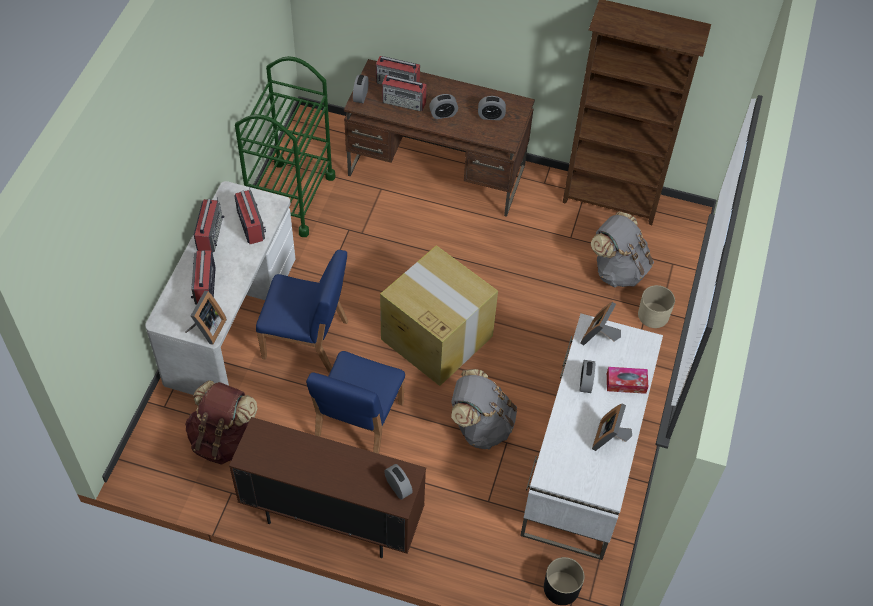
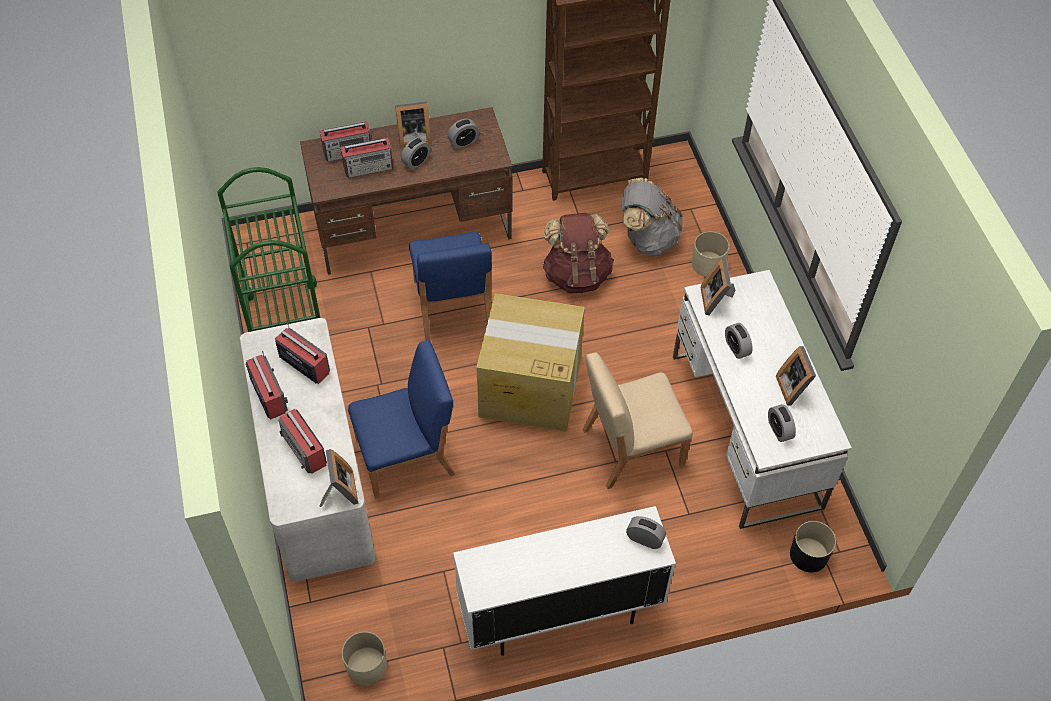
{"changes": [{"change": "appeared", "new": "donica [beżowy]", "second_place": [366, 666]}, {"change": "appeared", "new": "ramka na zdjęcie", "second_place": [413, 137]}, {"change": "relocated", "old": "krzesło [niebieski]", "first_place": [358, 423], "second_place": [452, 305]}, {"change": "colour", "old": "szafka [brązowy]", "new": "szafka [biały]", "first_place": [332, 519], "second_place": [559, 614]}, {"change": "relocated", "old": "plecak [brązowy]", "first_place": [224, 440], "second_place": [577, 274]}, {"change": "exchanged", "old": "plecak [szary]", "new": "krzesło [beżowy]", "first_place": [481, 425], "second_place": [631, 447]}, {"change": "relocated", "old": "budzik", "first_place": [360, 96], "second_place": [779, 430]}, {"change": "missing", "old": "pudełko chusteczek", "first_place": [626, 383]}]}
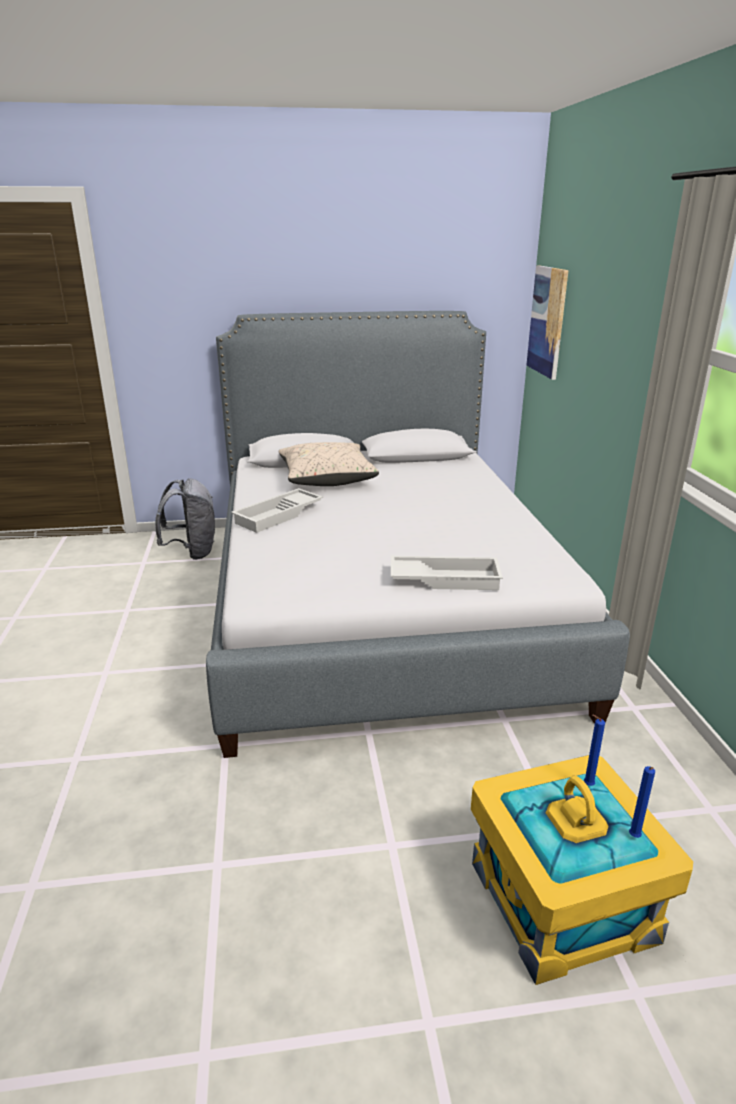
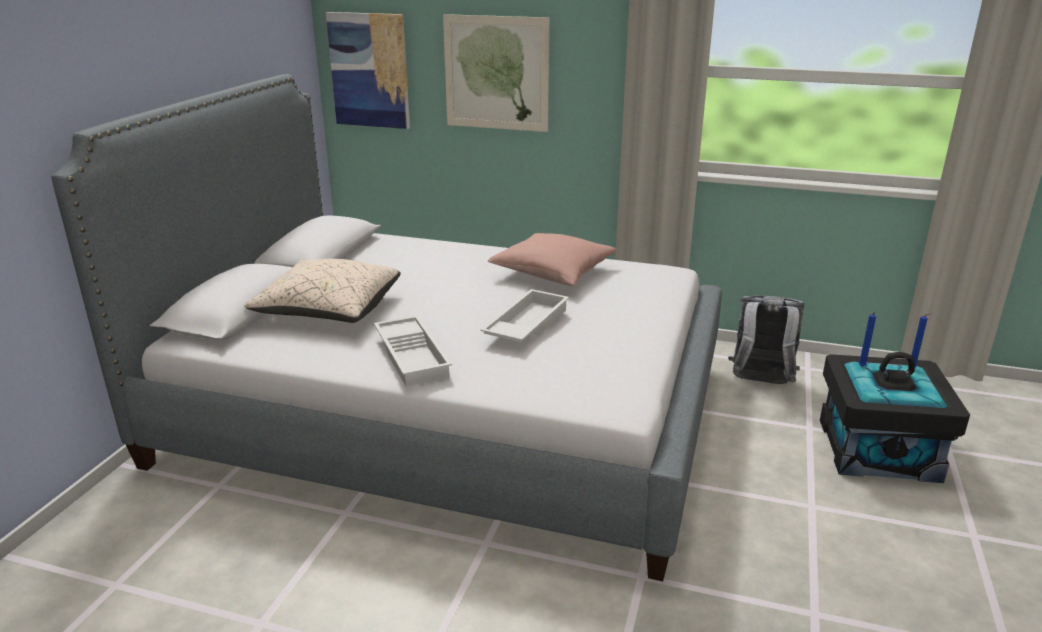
{"changes": [{"change": "appeared", "new": "obraz", "second_place": [496, 73]}, {"change": "relocated", "old": "taca [biały]", "first_place": [445, 578], "second_place": [525, 325]}, {"change": "appeared", "new": "poduszka [różowy]", "second_place": [552, 273]}, {"change": "relocated", "old": "plecak [szary]", "first_place": [192, 552], "second_place": [760, 383]}, {"change": "colour", "old": "pojemnik do przechowywania [żółty]", "new": "pojemnik do przechowywania [czarny]", "first_place": [563, 901], "second_place": [878, 449]}]}
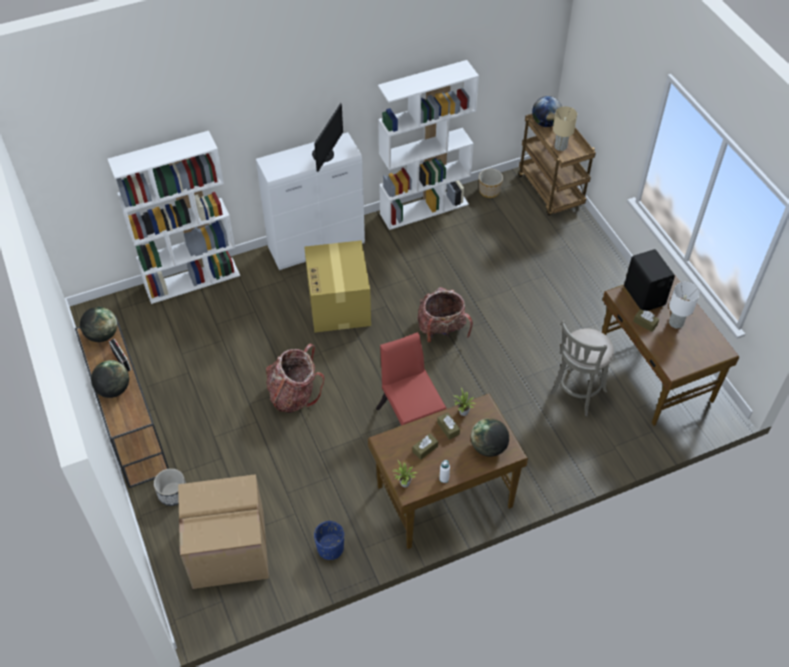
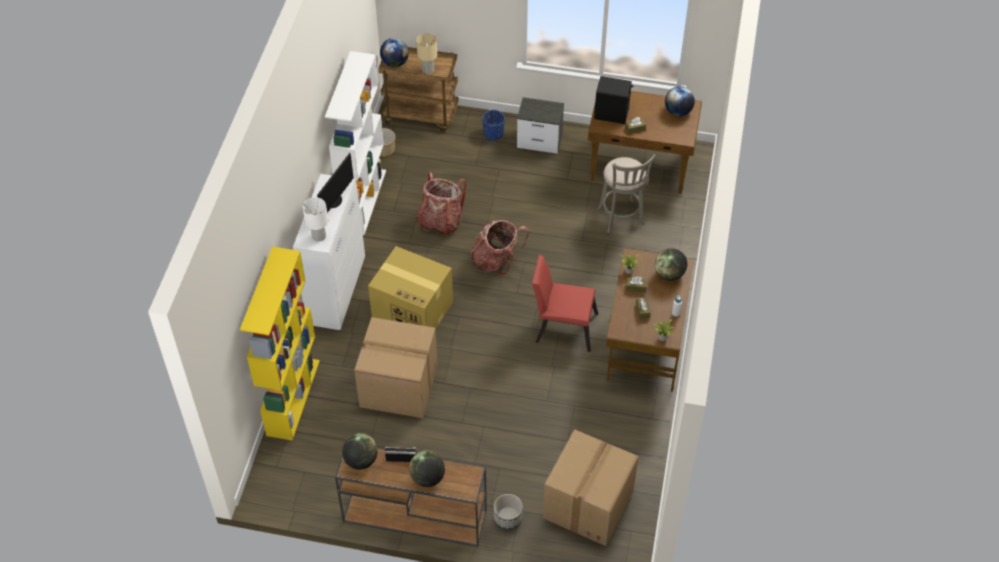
{"changes": [{"change": "colour", "old": "regał [biały]", "new": "regał [żółty]", "first_place": [192, 280], "second_place": [293, 397]}, {"change": "relocated", "old": "lampa stołowa [biały]", "first_place": [676, 322], "second_place": [318, 236]}, {"change": "spun", "old": "monitor", "first_place": [325, 155], "second_place": [333, 201], "degrees": 60}, {"change": "appeared", "new": "karton", "second_place": [397, 386]}, {"change": "relocated", "old": "plecak", "first_place": [294, 395], "second_place": [440, 221]}, {"change": "relocated", "old": "donica [niebieski]", "first_place": [330, 548], "second_place": [493, 134]}, {"change": "appeared", "new": "szafka nocna", "second_place": [540, 141]}, {"change": "appeared", "new": "globus", "second_place": [678, 111]}]}
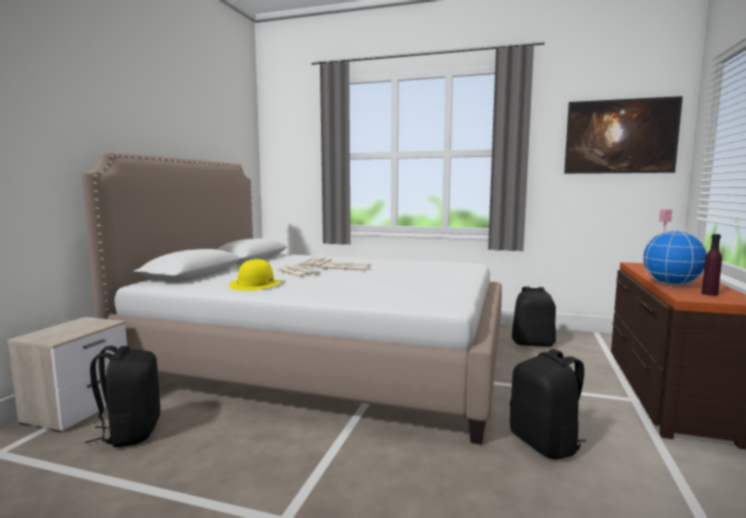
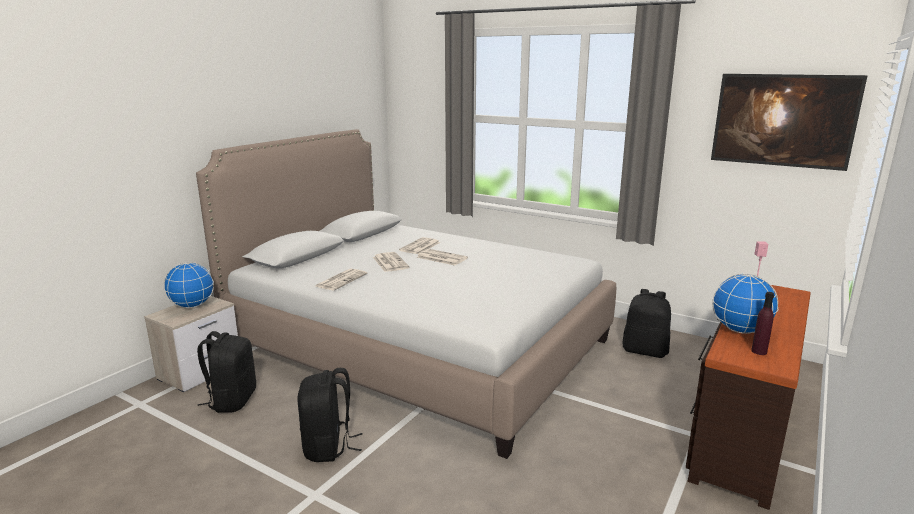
{"changes": [{"change": "appeared", "new": "globus", "second_place": [192, 306]}, {"change": "relocated", "old": "plecak [czarny]", "first_place": [545, 444], "second_place": [329, 447]}, {"change": "exchanged", "old": "kapelusz [żółty]", "new": "gazeta", "first_place": [256, 284], "second_place": [341, 280]}]}
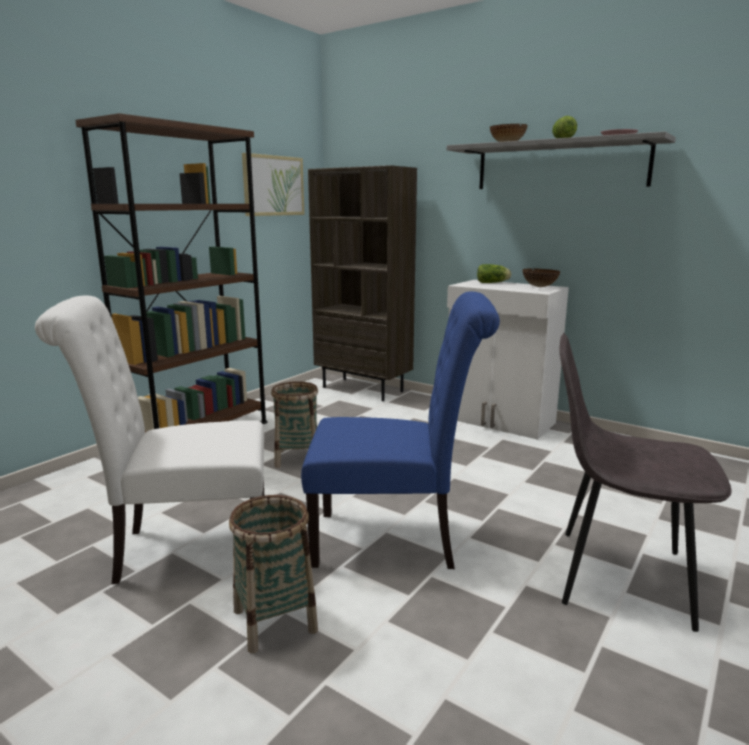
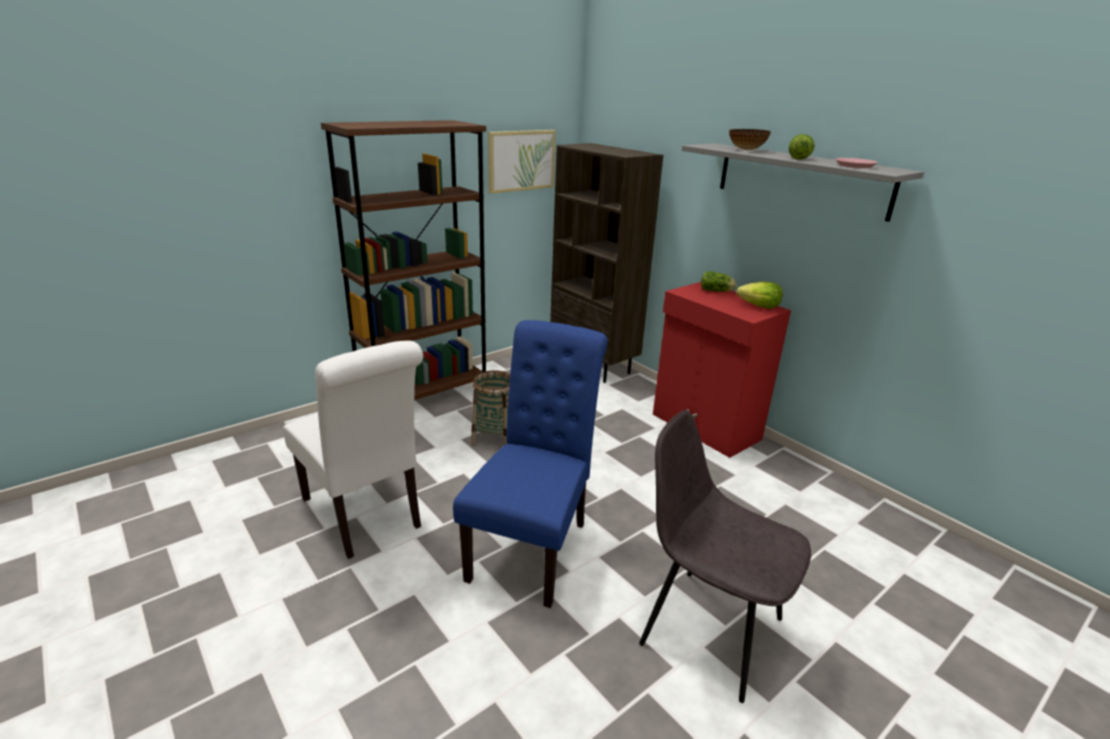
{"changes": [{"change": "spun", "old": "krzesło [biały]", "first_place": [183, 549], "second_place": [365, 516], "degrees": -135}, {"change": "spun", "old": "krzesło [niebieski]", "first_place": [395, 540], "second_place": [533, 545], "degrees": -90}, {"change": "colour", "old": "szafka [biały]", "new": "szafka [czerwony]", "first_place": [499, 421], "second_place": [705, 427]}, {"change": "exchanged", "old": "miska", "new": "sałata", "first_place": [540, 287], "second_place": [759, 306]}, {"change": "missing", "old": "koszyk", "first_place": [275, 620]}]}
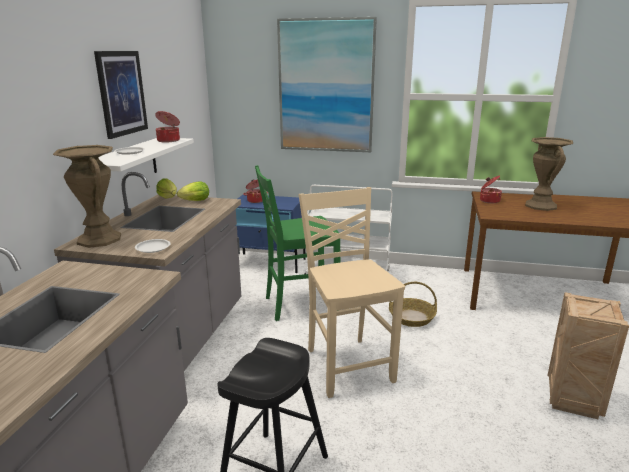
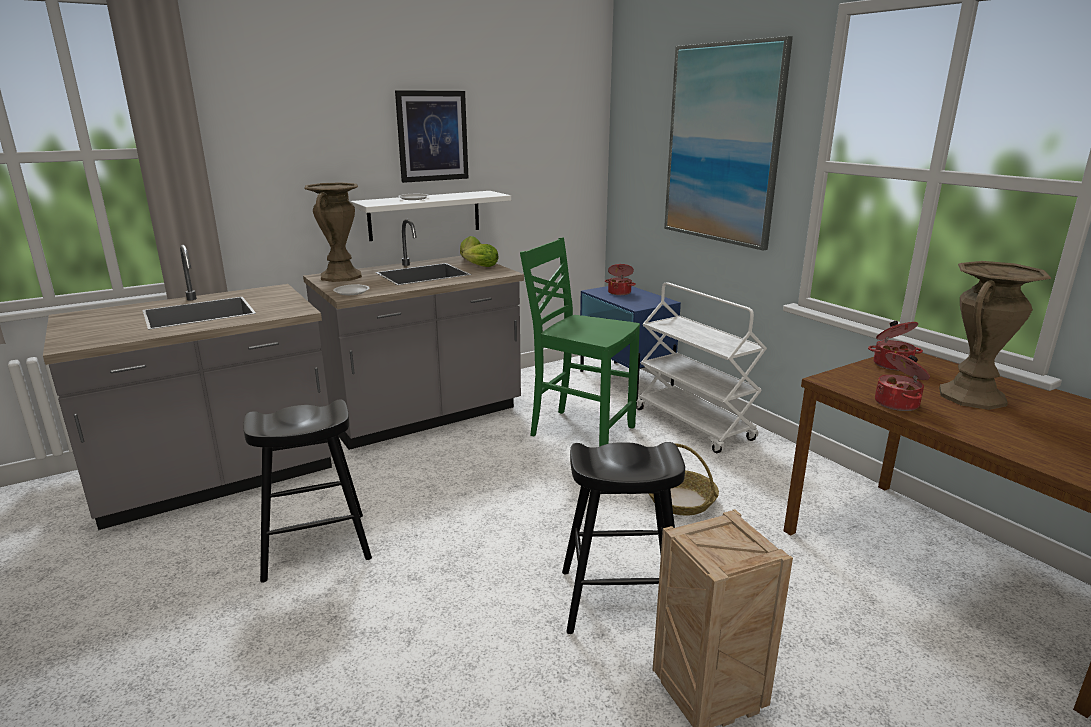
{"changes": [{"change": "appeared", "new": "stołek [czarny]", "second_place": [621, 600]}, {"change": "relocated", "old": "garnek", "first_place": [169, 140], "second_place": [898, 403]}, {"change": "missing", "old": "krzesło [beżowy]", "first_place": [348, 364]}]}
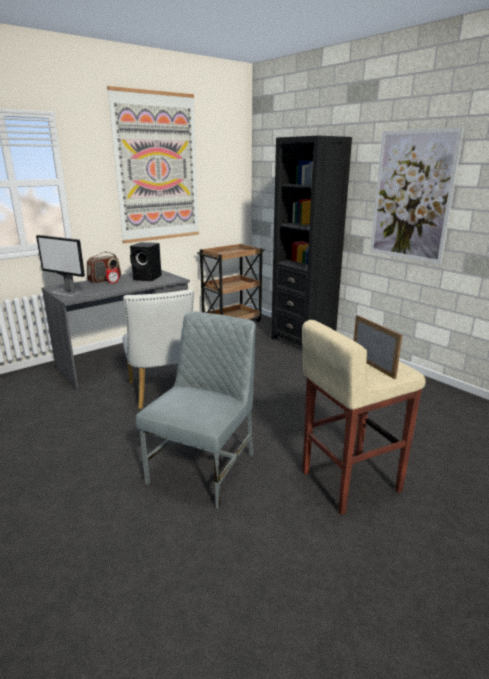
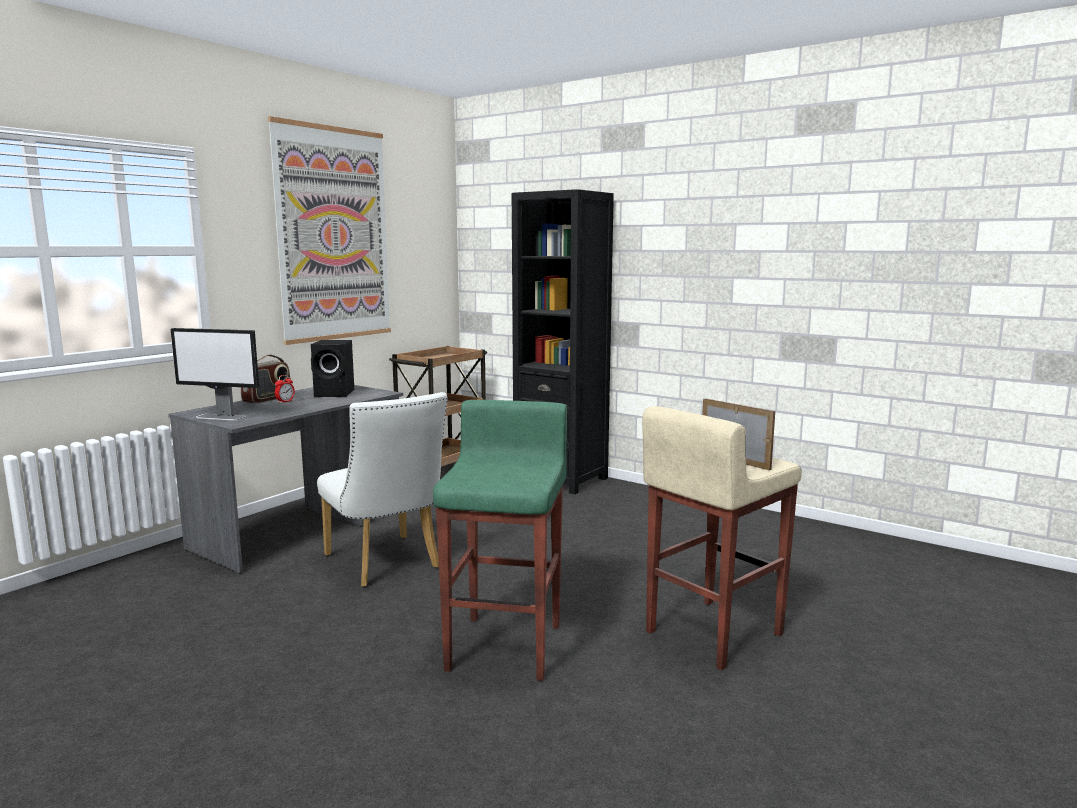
{"changes": [{"change": "exchanged", "old": "krzesło [szary]", "new": "stołek [zielony]", "first_place": [204, 468], "second_place": [507, 645]}, {"change": "missing", "old": "obraz", "first_place": [412, 196]}]}
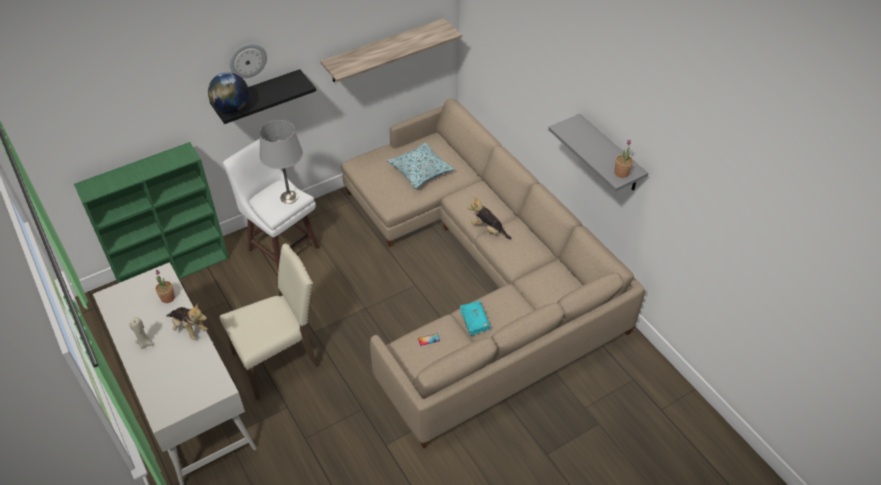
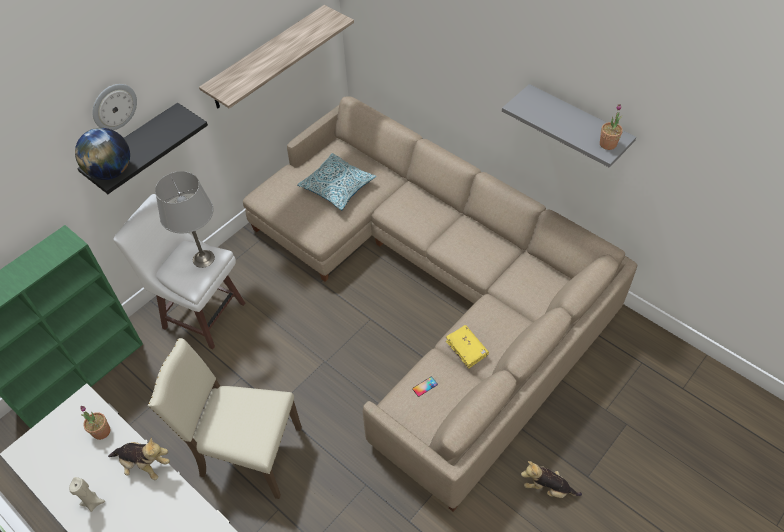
{"changes": [{"change": "spun", "old": "krzesło [beżowy]", "first_place": [279, 360], "second_place": [248, 453], "degrees": -120}, {"change": "colour", "old": "książka [turkusowy]", "new": "książka [żółty]", "first_place": [475, 321], "second_place": [466, 349]}, {"change": "relocated", "old": "pluszak", "first_place": [488, 230], "second_place": [547, 488]}]}
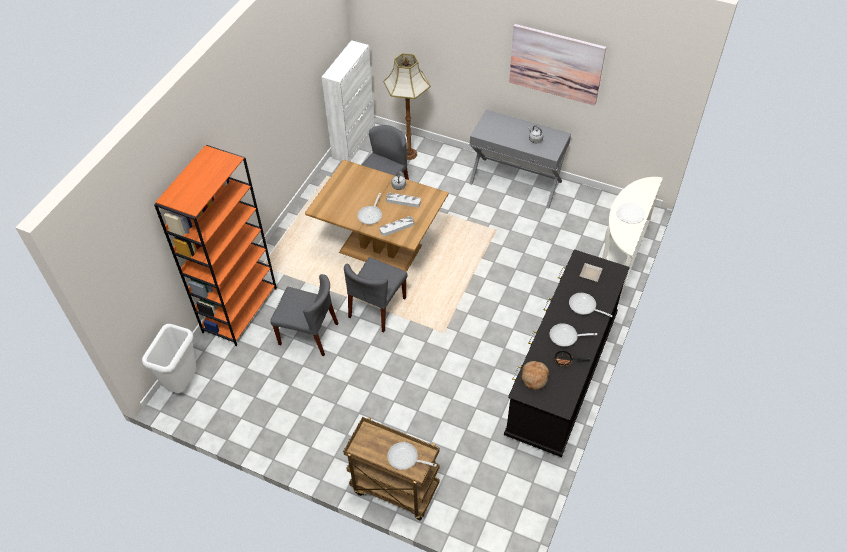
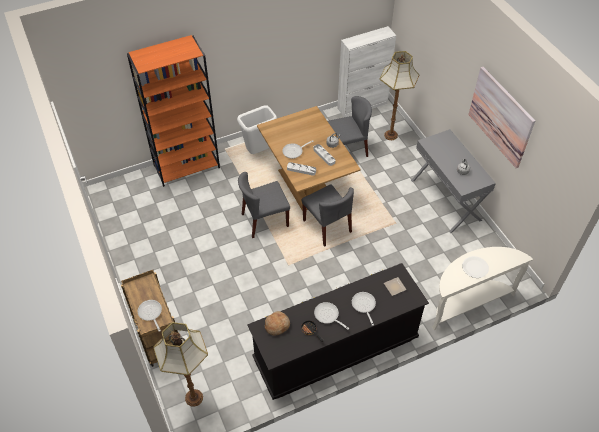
{"changes": [{"change": "appeared", "new": "lampa stojąca", "second_place": [194, 397]}, {"change": "relocated", "old": "kosz na śmieci [biały]", "first_place": [183, 383], "second_place": [259, 151]}, {"change": "relocated", "old": "krzesło [szary]", "first_place": [309, 334], "second_place": [327, 226]}]}
